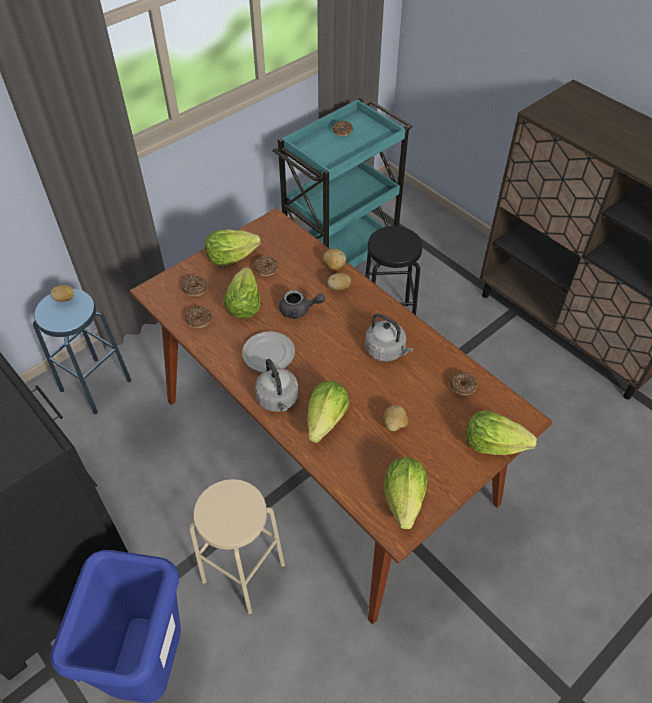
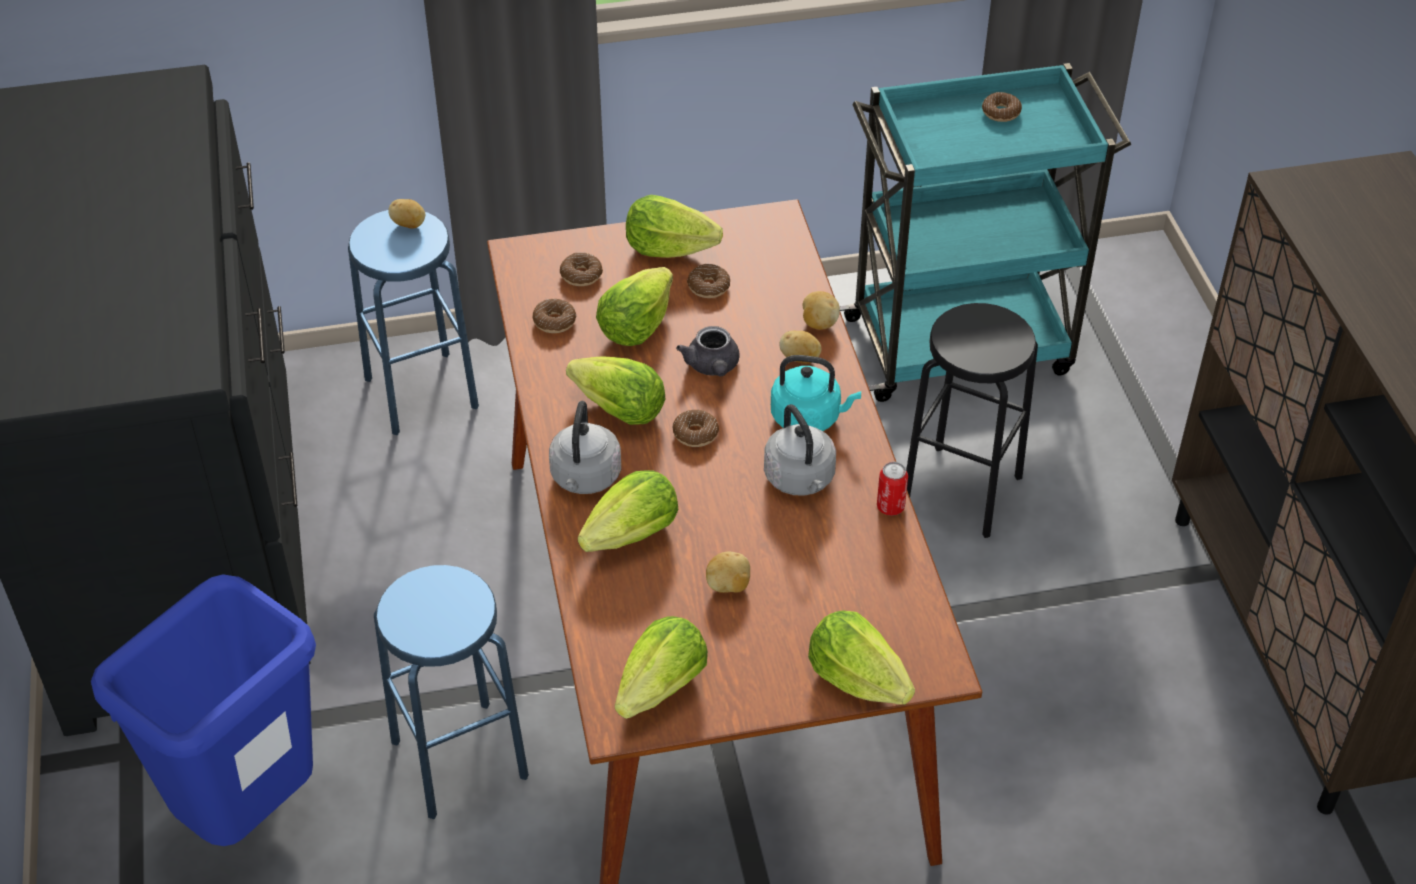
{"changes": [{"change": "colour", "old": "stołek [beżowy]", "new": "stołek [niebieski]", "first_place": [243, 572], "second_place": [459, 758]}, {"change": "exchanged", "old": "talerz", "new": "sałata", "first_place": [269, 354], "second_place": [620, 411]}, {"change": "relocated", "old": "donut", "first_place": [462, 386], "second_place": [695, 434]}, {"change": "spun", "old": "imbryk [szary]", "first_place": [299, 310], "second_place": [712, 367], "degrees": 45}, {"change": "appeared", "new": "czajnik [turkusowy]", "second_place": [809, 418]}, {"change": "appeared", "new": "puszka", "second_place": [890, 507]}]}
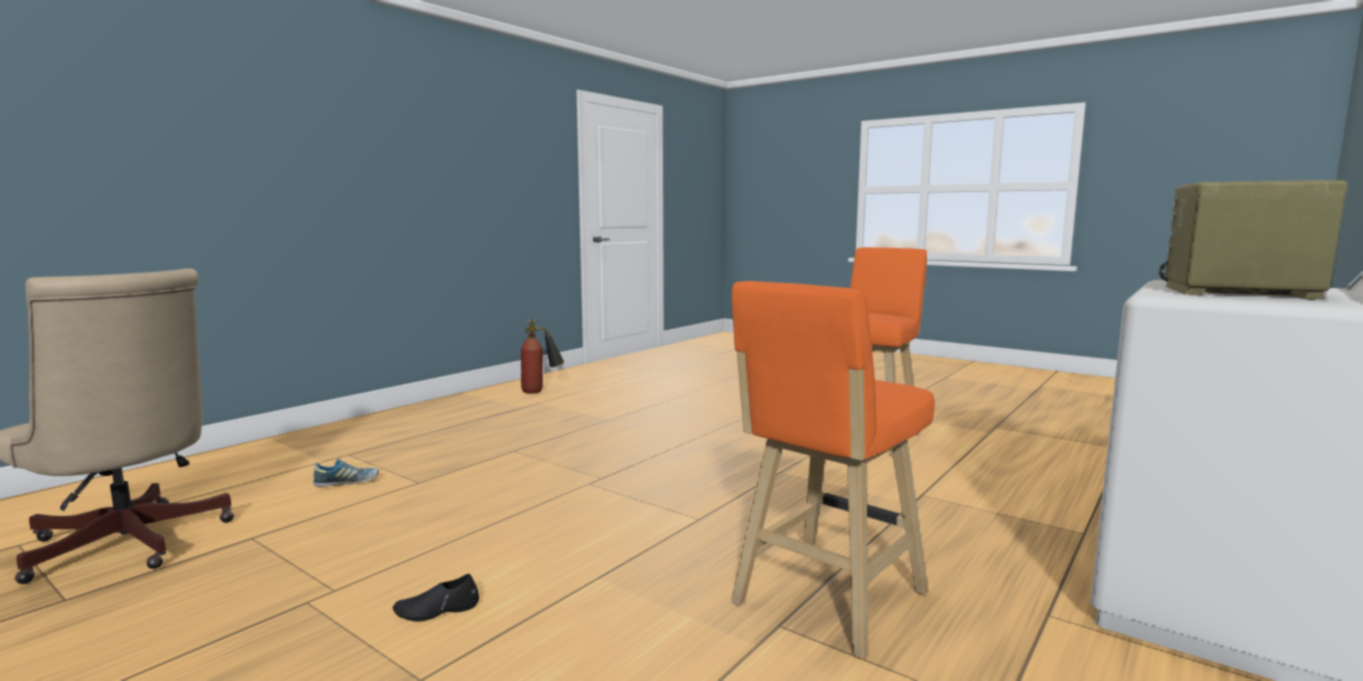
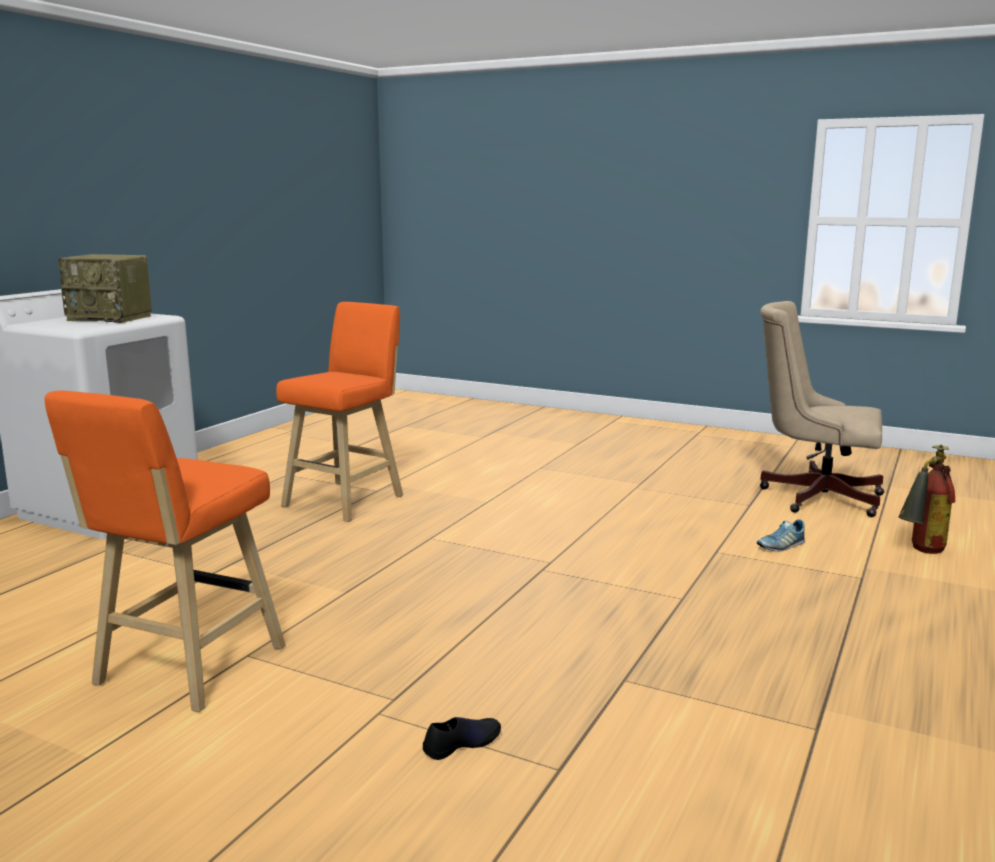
{"changes": [{"change": "relocated", "old": "but [czarny]", "first_place": [437, 610], "second_place": [462, 743]}, {"change": "relocated", "old": "gaśnica", "first_place": [541, 391], "second_place": [920, 552]}]}
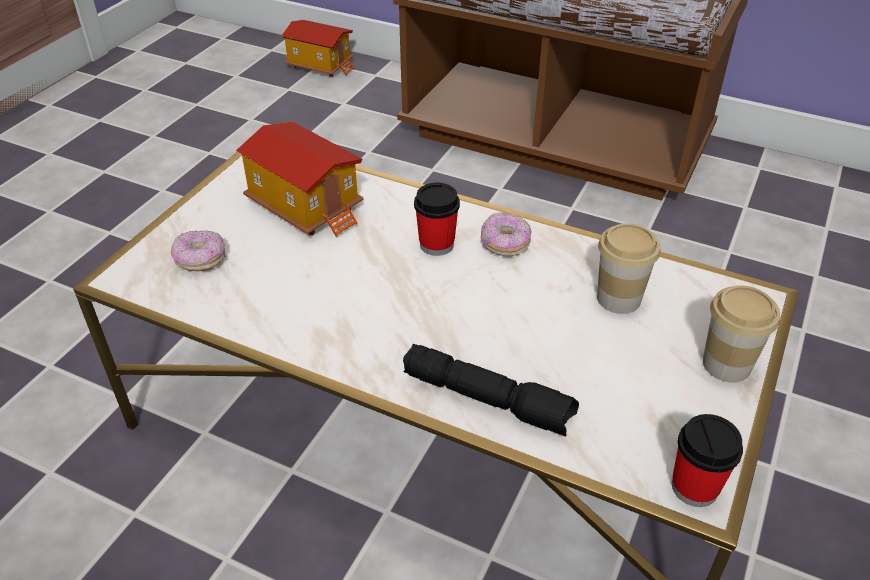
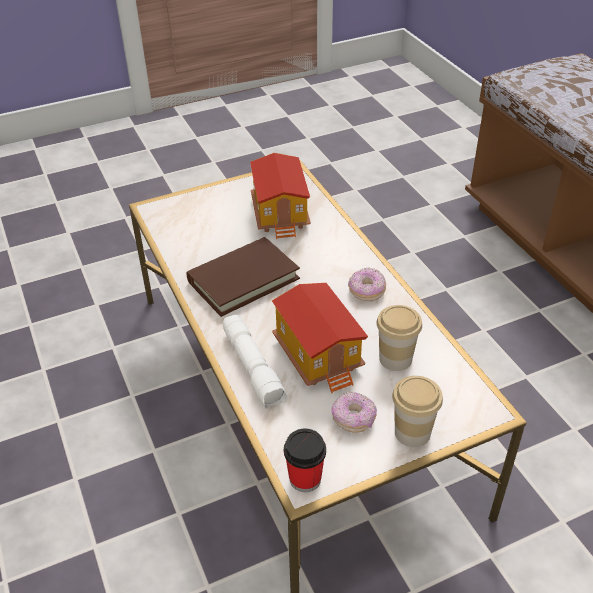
{"changes": [{"change": "appeared", "new": "książka [brązowy]", "second_place": [243, 280]}, {"change": "colour", "old": "latarka [czarny]", "new": "latarka [biały]", "first_place": [489, 399], "second_place": [254, 368]}, {"change": "relocated", "old": "domek", "first_place": [321, 65], "second_place": [319, 355]}, {"change": "relocated", "old": "donut", "first_place": [200, 260], "second_place": [353, 419]}, {"change": "missing", "old": "filiżanka", "first_place": [436, 245]}]}
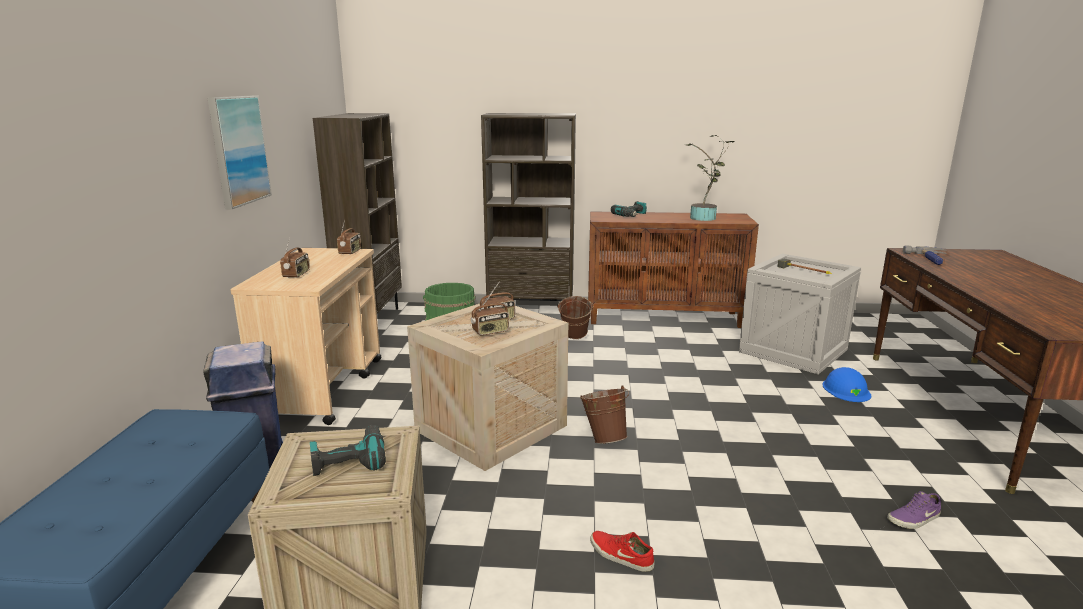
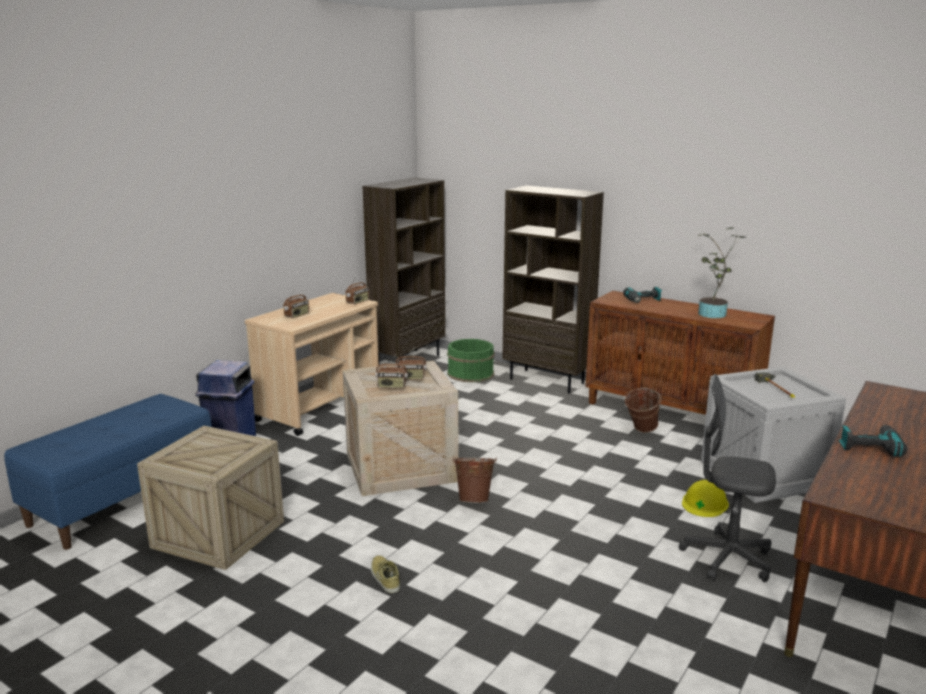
{"changes": [{"change": "colour", "old": "but [czerwony]", "new": "but [beżowy]", "first_place": [620, 556], "second_place": [384, 578]}, {"change": "relocated", "old": "wiadro [brązowy]", "first_place": [574, 338], "second_place": [641, 431]}, {"change": "appeared", "new": "krzesło biurowe [szary]", "second_place": [727, 558]}, {"change": "appeared", "new": "kask [żółty]", "second_place": [705, 503]}, {"change": "relocated", "old": "wiertarka", "first_place": [349, 459], "second_place": [869, 446]}, {"change": "missing", "old": "obraz", "first_place": [238, 150]}, {"change": "missing", "old": "kask [niebieski]", "first_place": [846, 390]}, {"change": "missing", "old": "but [fioletowy]", "first_place": [914, 519]}, {"change": "missing", "old": "młotek", "first_place": [931, 259]}]}
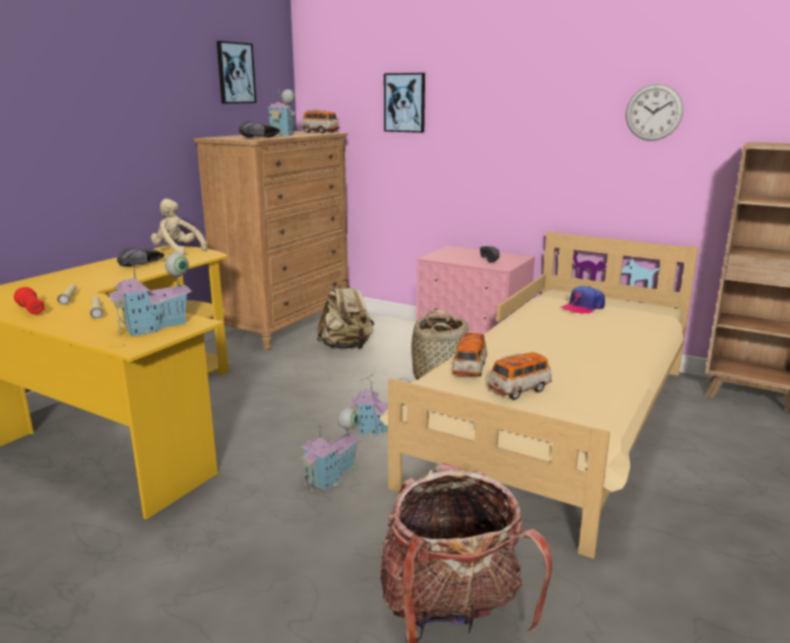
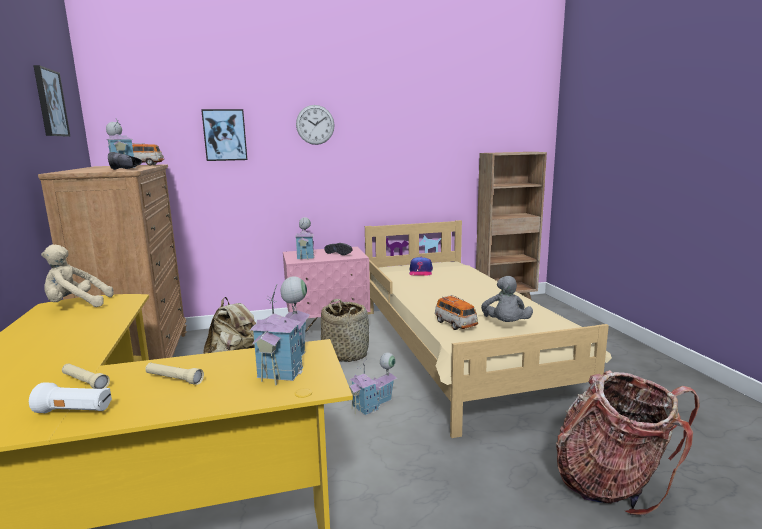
{"changes": [{"change": "colour", "old": "latarka [czerwony]", "new": "latarka [biały]", "first_place": [31, 311], "second_place": [75, 411]}, {"change": "relocated", "old": "domek", "first_place": [332, 475], "second_place": [306, 255]}, {"change": "relocated", "old": "zegar ścienny", "first_place": [654, 112], "second_place": [315, 124]}, {"change": "exchanged", "old": "samochodzik", "new": "pluszak [szary]", "first_place": [519, 390], "second_place": [505, 324]}, {"change": "missing", "old": "but [czarny]", "first_place": [143, 265]}]}
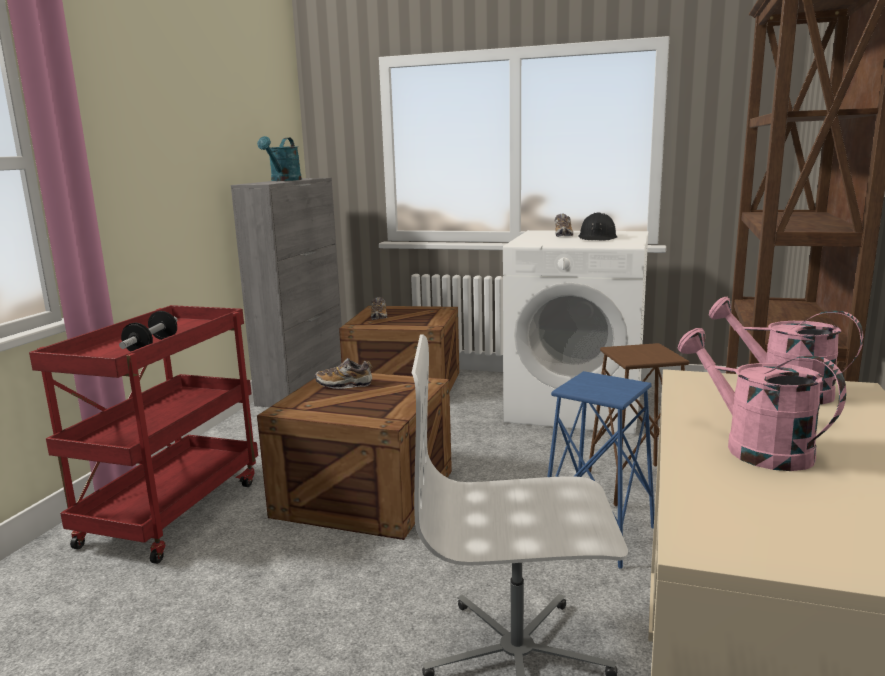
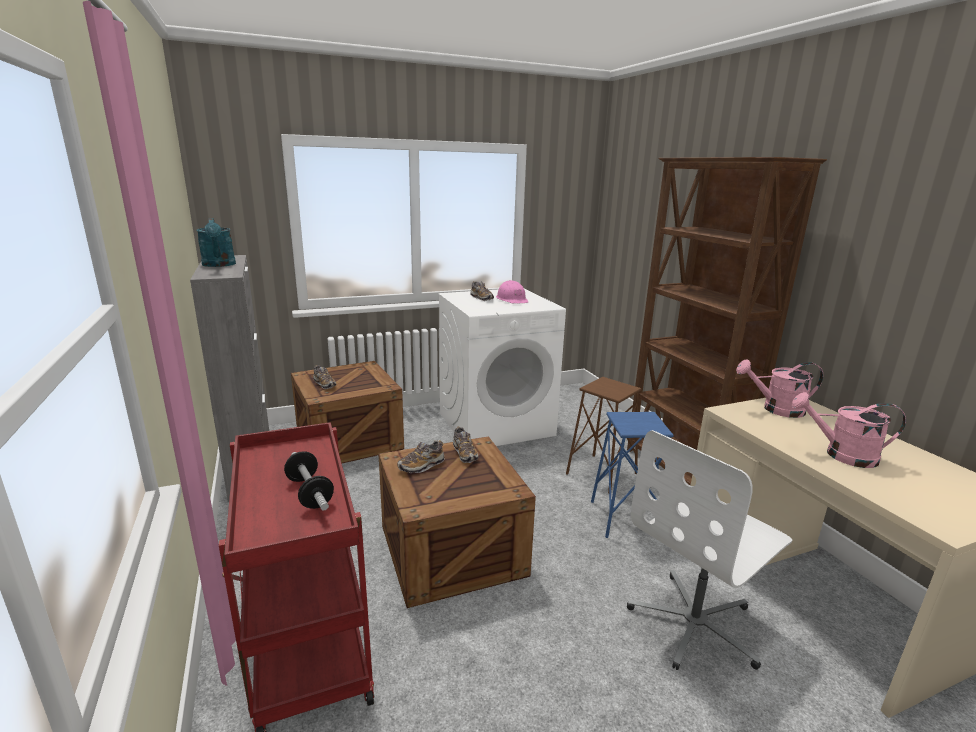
{"changes": [{"change": "appeared", "new": "but", "second_place": [464, 453]}, {"change": "colour", "old": "kask [czarny]", "new": "kask [różowy]", "first_place": [597, 238], "second_place": [512, 299]}]}
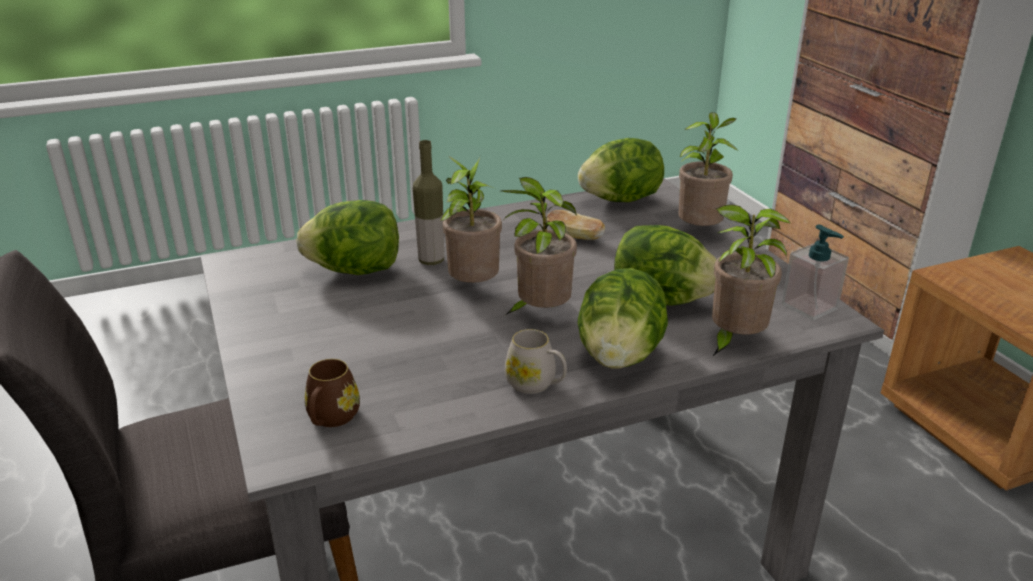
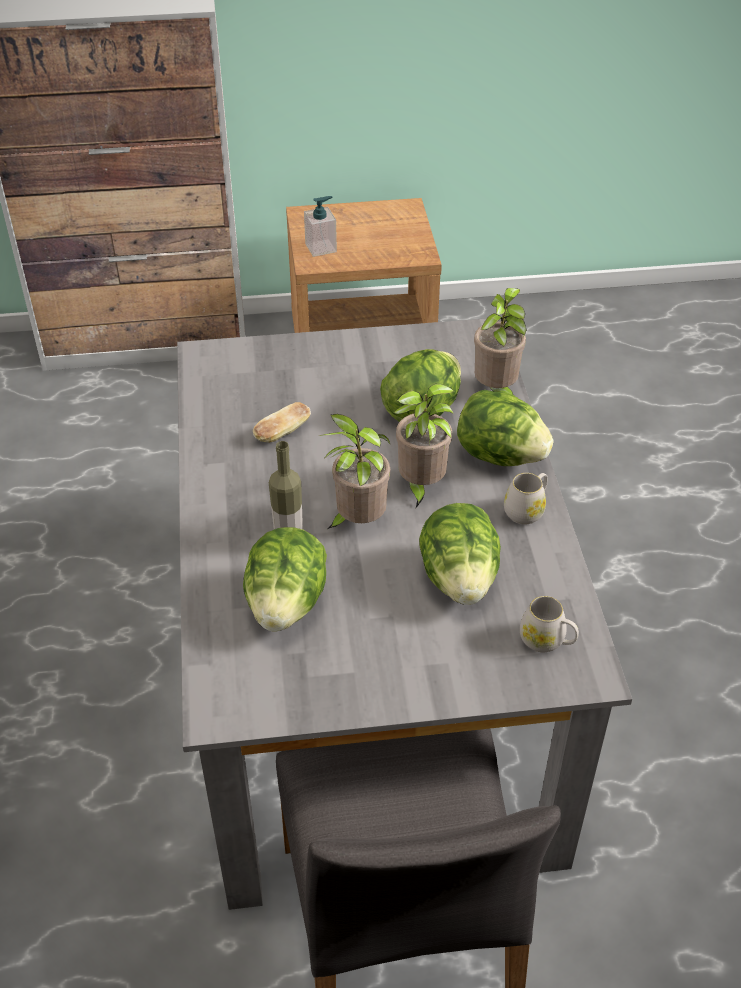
{"changes": [{"change": "relocated", "old": "dozownik mydła", "first_place": [809, 307], "second_place": [321, 248]}, {"change": "relocated", "old": "sałata", "first_place": [620, 200], "second_place": [459, 579]}, {"change": "colour", "old": "kubek [brązowy]", "new": "kubek [biały]", "first_place": [331, 419], "second_place": [547, 641]}, {"change": "missing", "old": "roślina doniczkowa", "first_place": [699, 232]}]}
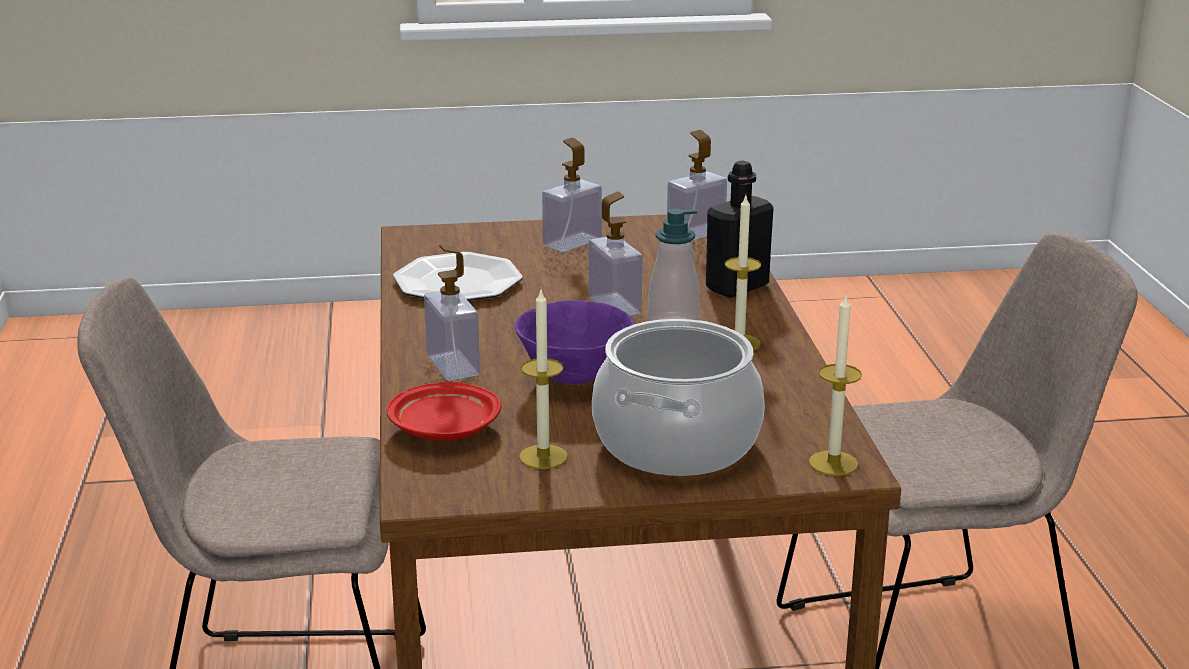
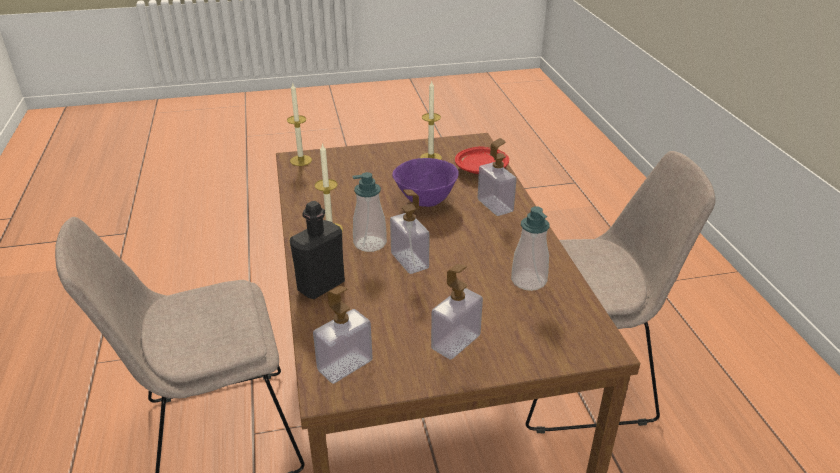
{"changes": [{"change": "exchanged", "old": "talerz", "new": "dozownik mydła", "first_place": [457, 282], "second_place": [528, 280]}, {"change": "missing", "old": "garnek", "first_place": [675, 443]}]}
